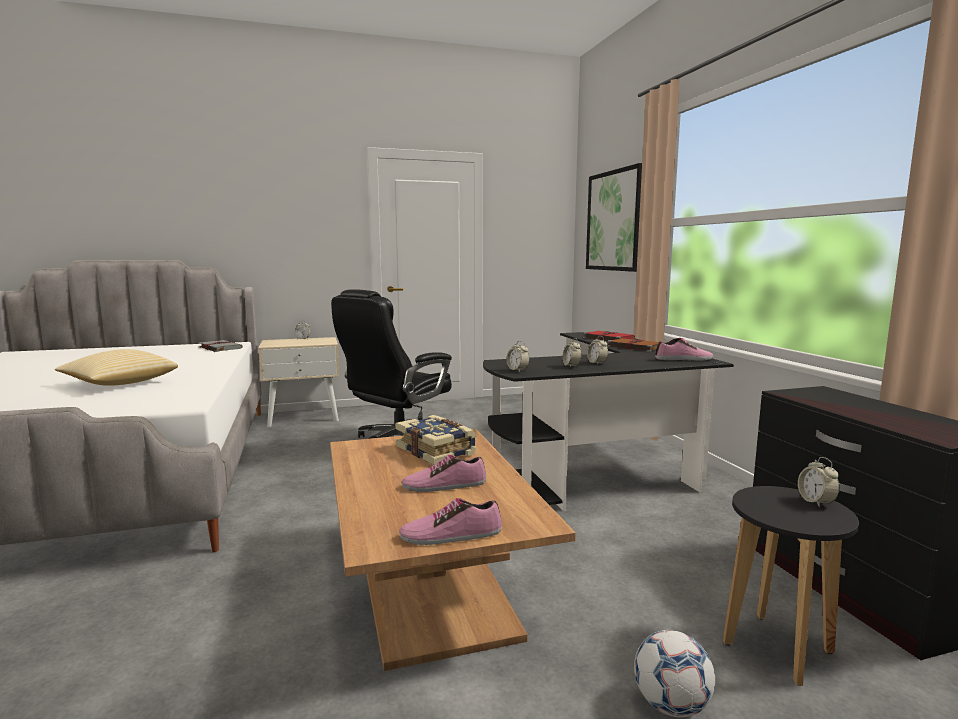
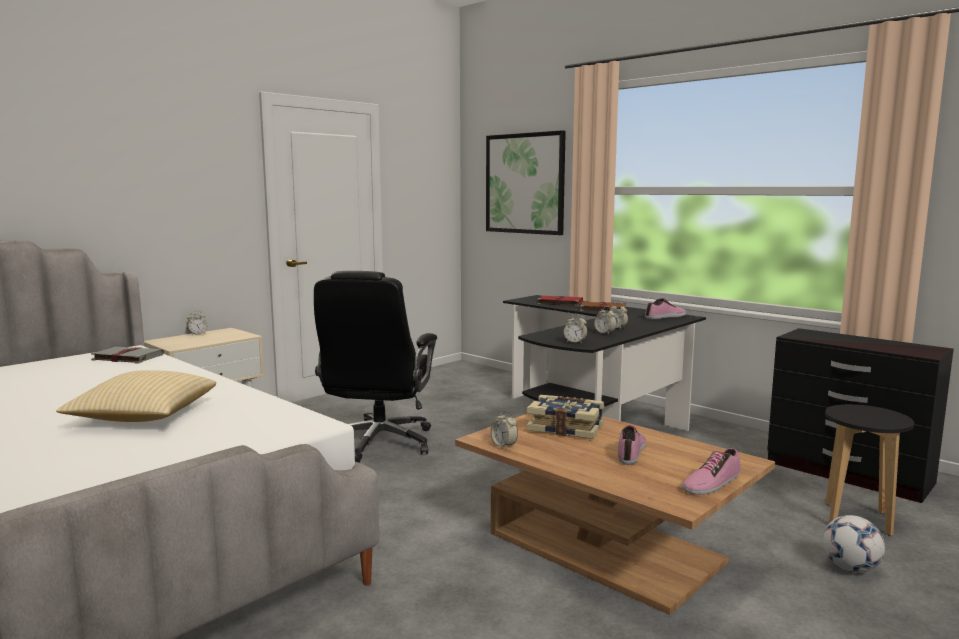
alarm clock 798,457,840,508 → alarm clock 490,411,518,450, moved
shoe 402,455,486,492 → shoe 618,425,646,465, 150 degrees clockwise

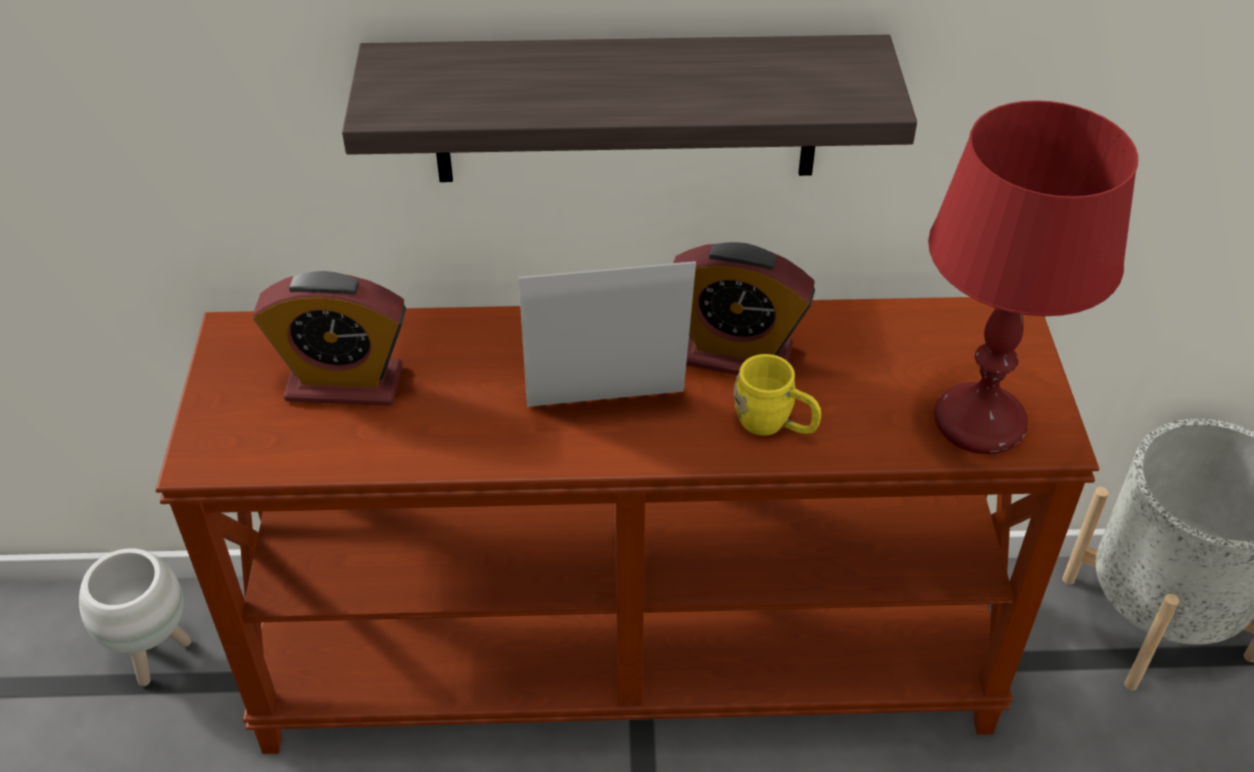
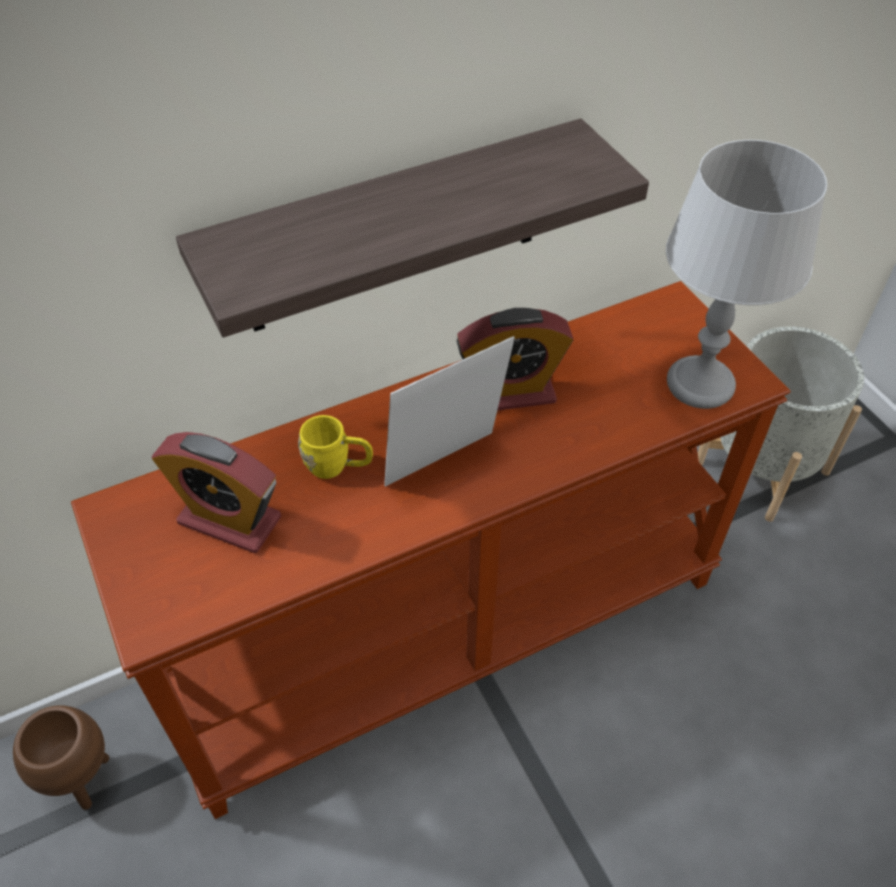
yellow mug 734,354,821,436 → yellow mug 298,415,373,479, moved
white planter 79,548,192,686 → brown planter 13,705,109,810
red table lamp 928,100,1138,454 → grey table lamp 666,140,827,409
alarm clock 252,271,406,406 → alarm clock 152,432,281,553, 45 degrees clockwise

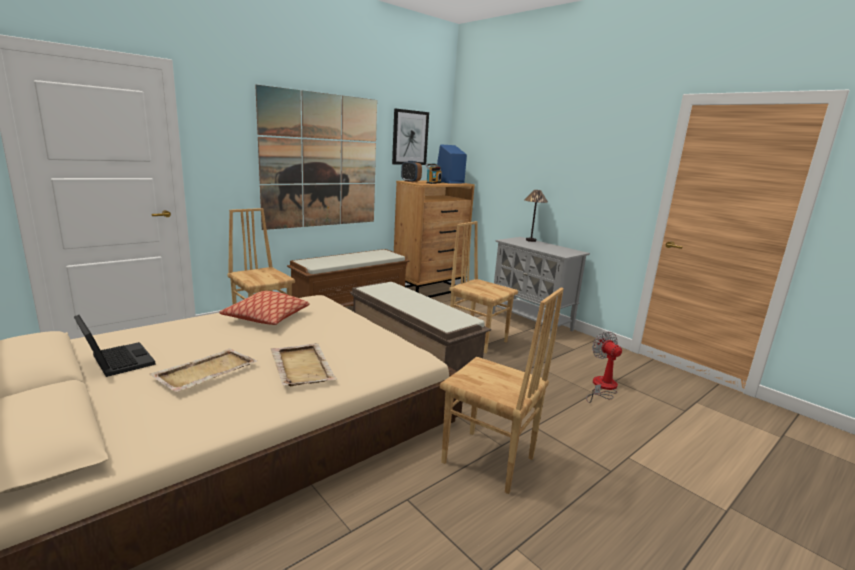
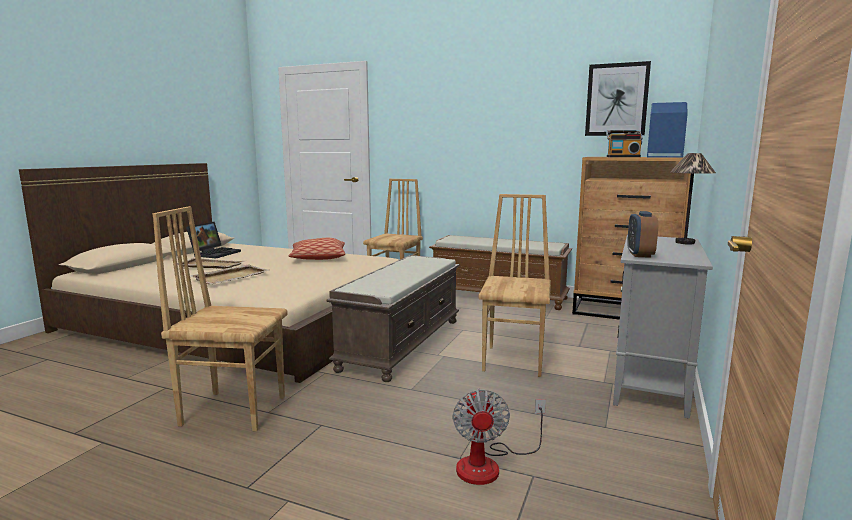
picture 255,85,377,230 → -
alarm clock 401,161,422,182 → alarm clock 627,211,658,258, moved
brown chair 440,288,564,494 → brown chair 153,206,288,432, 90 degrees clockwise
fan 586,331,622,403 → fan 453,388,546,485, 135 degrees clockwise

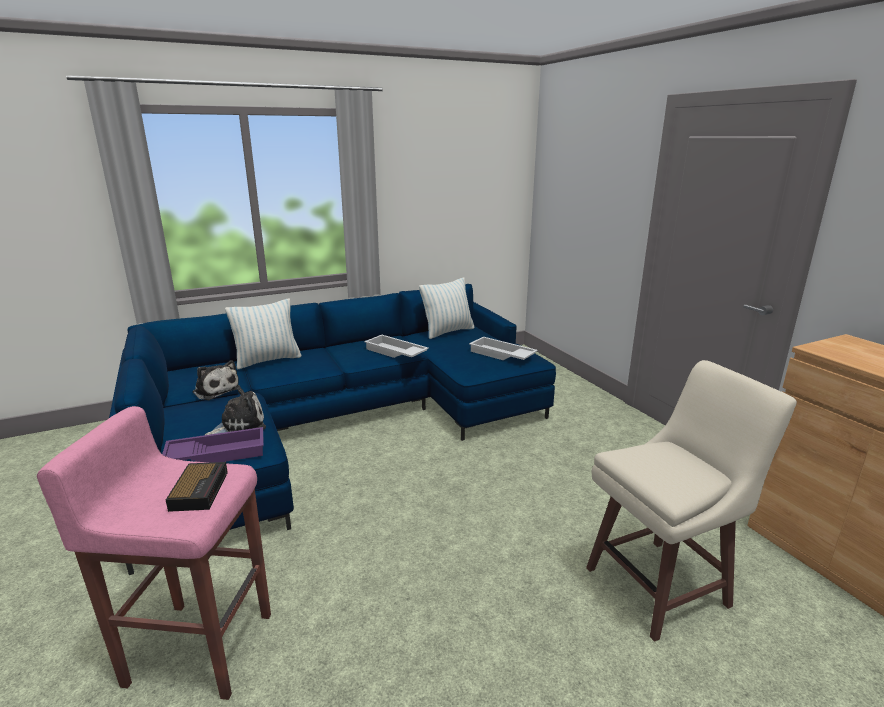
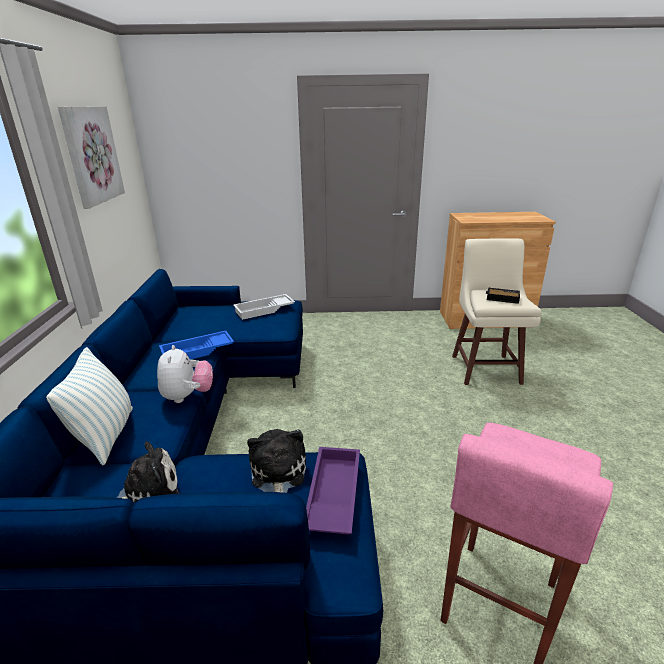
pillow 419,277,475,339 → -
- → picture 58,106,125,209
- → plush toy 157,345,213,403
alarm clock 166,462,228,512 → alarm clock 486,288,520,304, moved
white tray 364,335,429,358 → blue tray 159,331,234,359

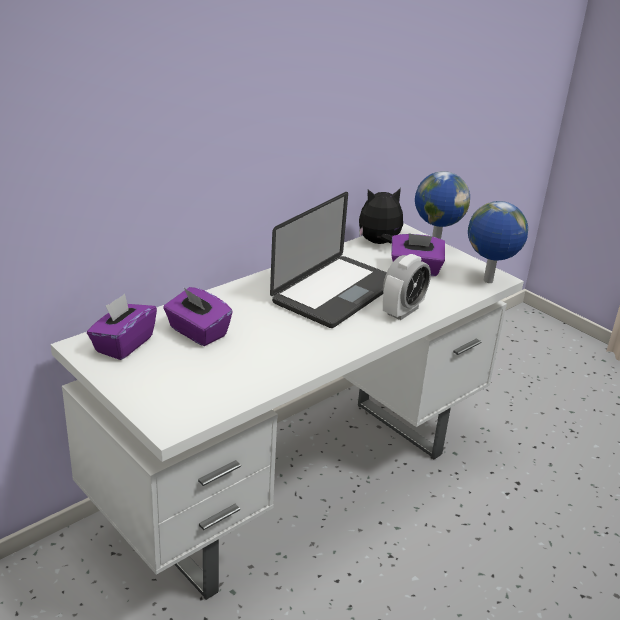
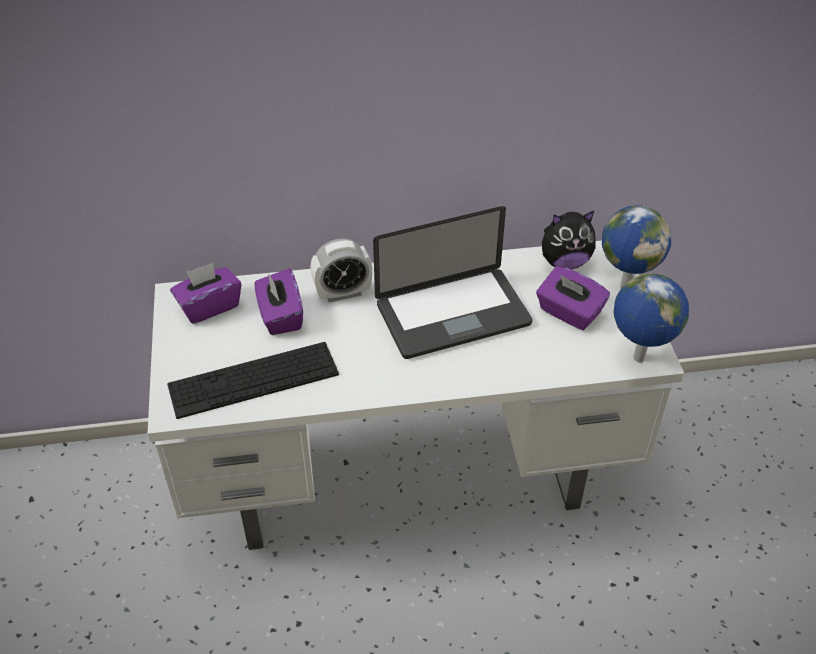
- → keyboard 167,342,339,419
alarm clock 383,254,431,320 → alarm clock 310,238,372,302, moved
plush toy 359,188,403,244 → plush toy 542,211,596,269, 150 degrees clockwise

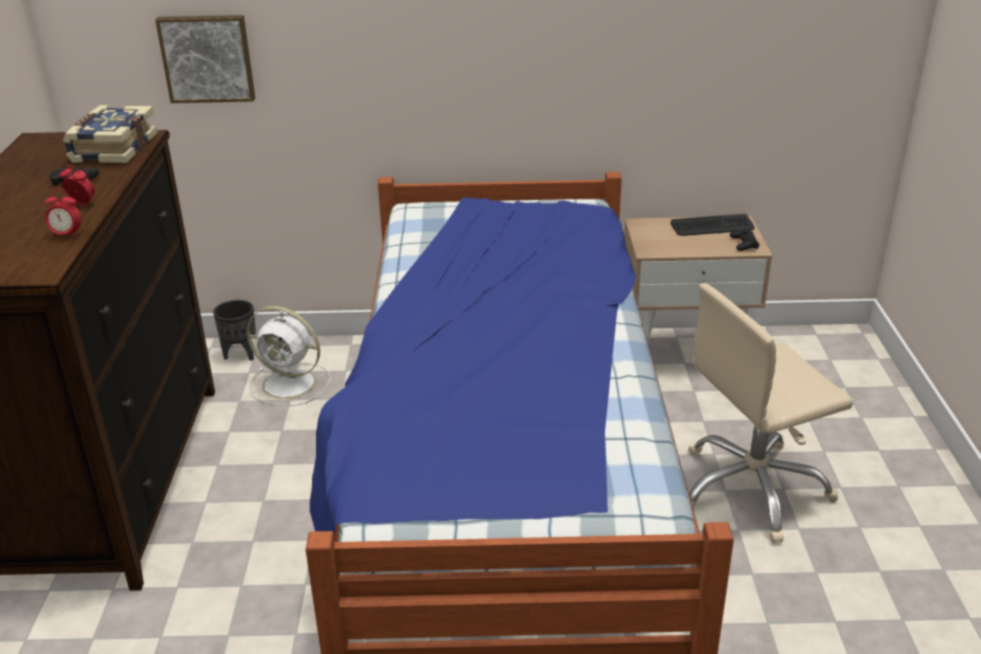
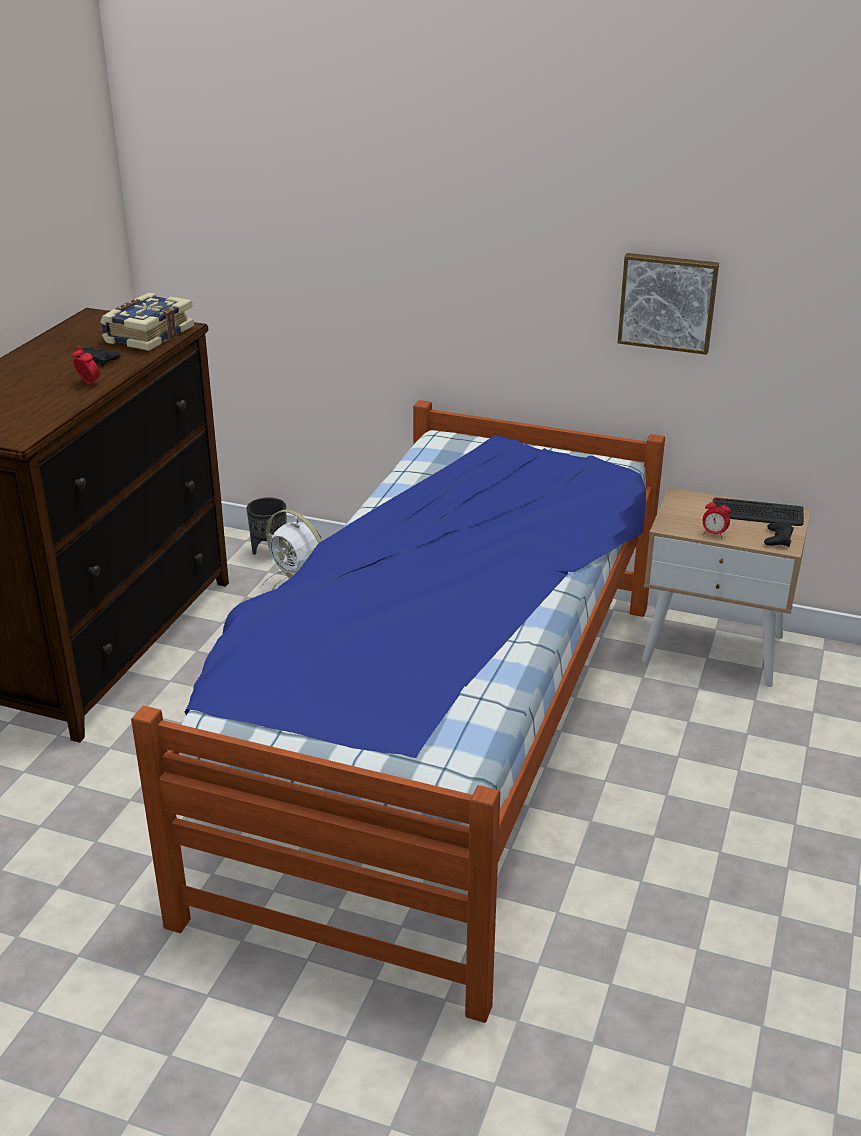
beige office chair 688,283,853,543 → -
alarm clock 44,189,82,239 → alarm clock 703,498,731,539, moved
picture 155,15,255,103 → picture 618,253,719,355, moved

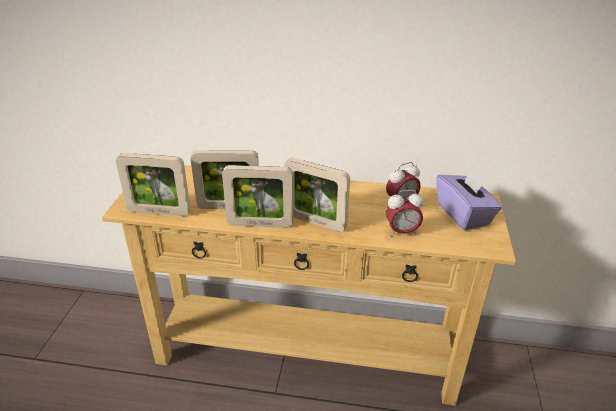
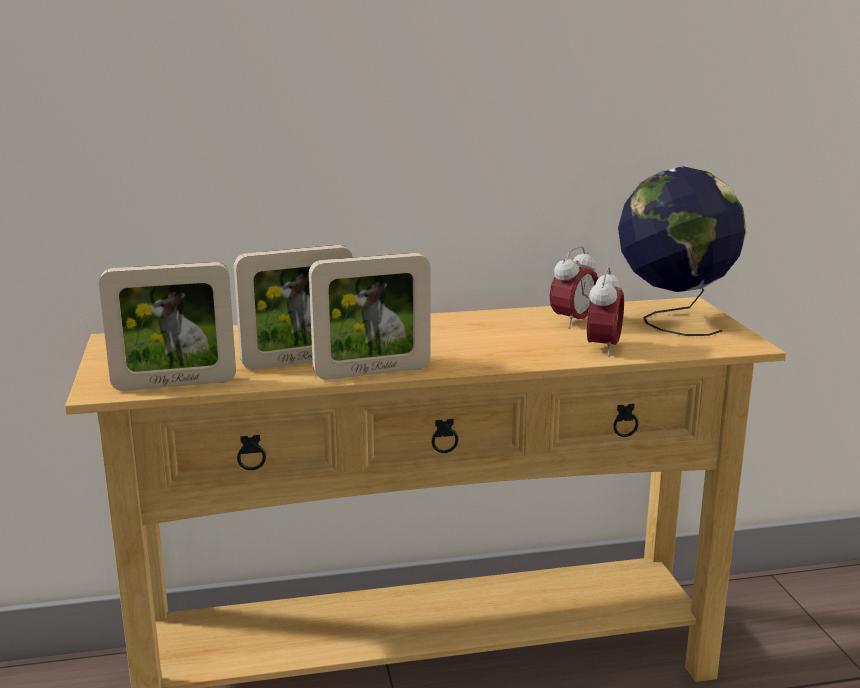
picture frame 285,158,350,232 → -
purple tissue box 436,167,502,230 → globe 618,167,746,336
alarm clock 386,190,424,237 → alarm clock 587,267,624,357, 45 degrees counterclockwise

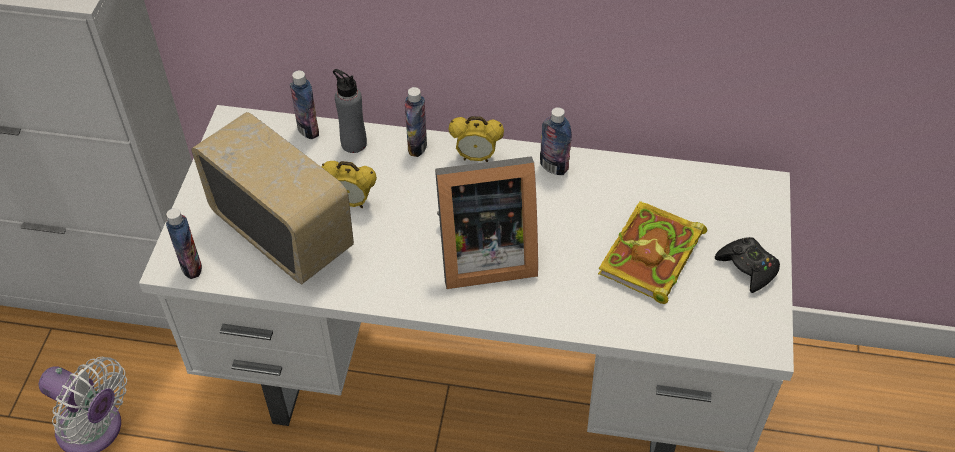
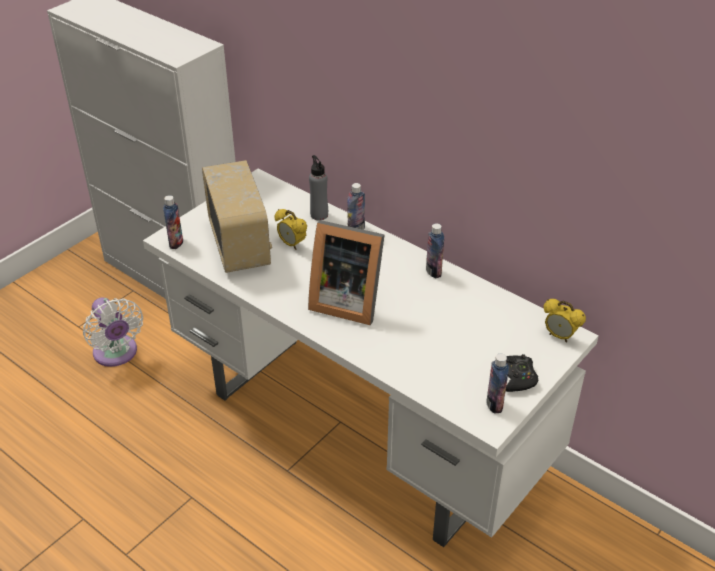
book 598,201,707,304 → -
bottle 290,70,319,139 → bottle 486,354,509,414, moved
alarm clock 449,116,504,162 → alarm clock 544,299,586,342, moved

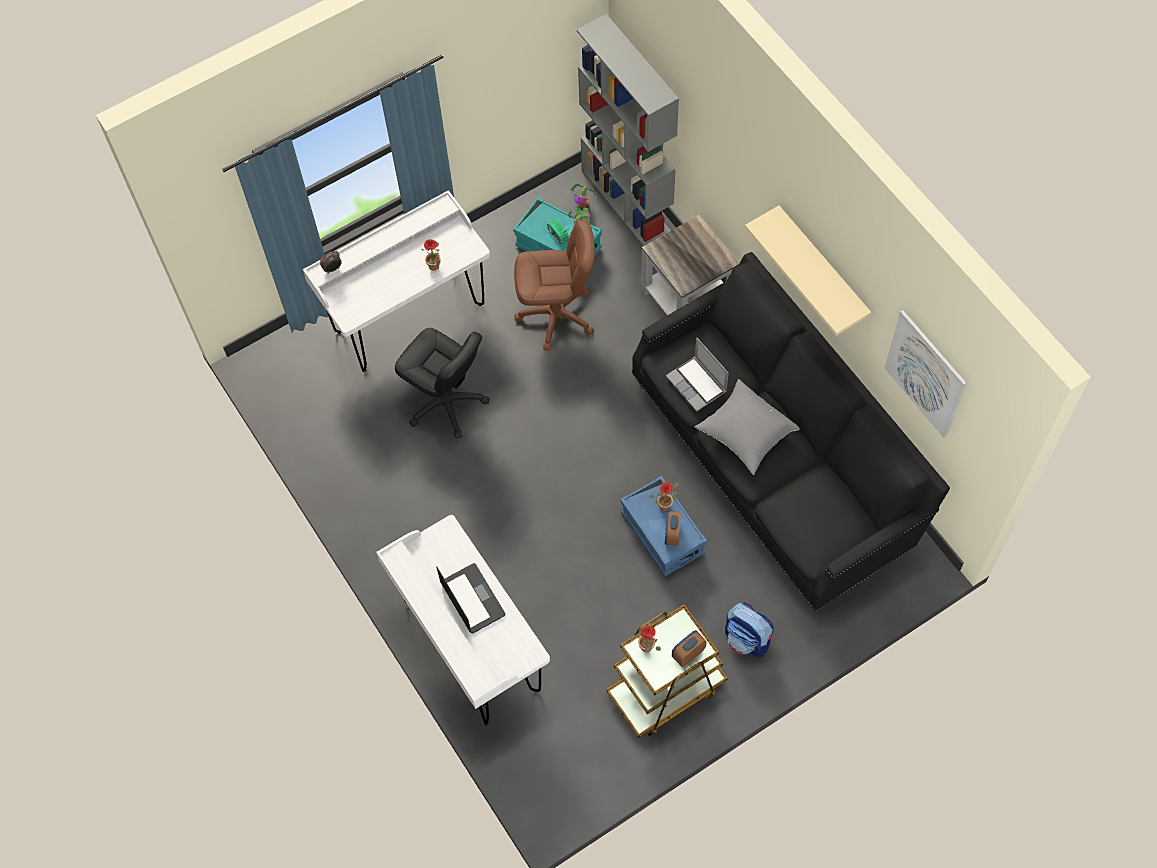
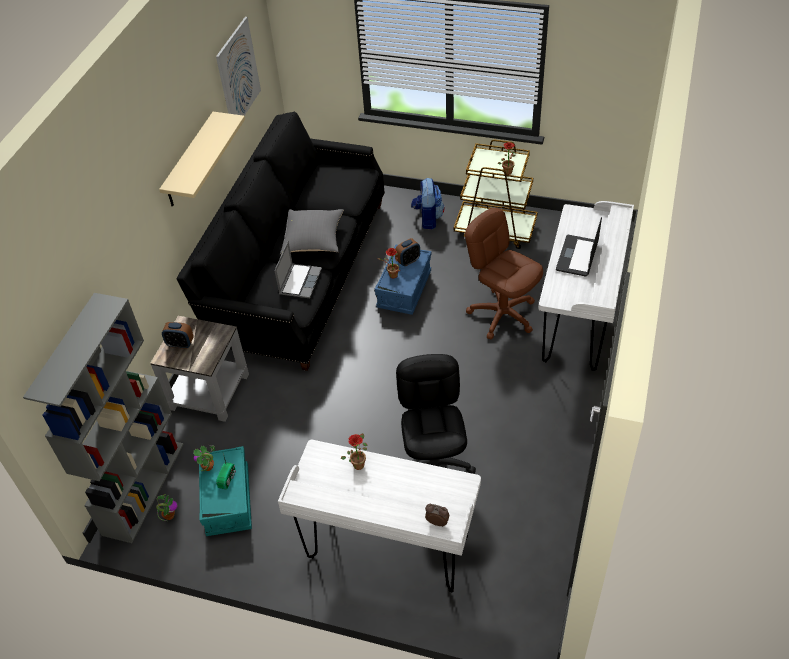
brown office chair 514,220,595,351 → brown office chair 465,208,543,339, moved
alarm clock 672,630,707,667 → alarm clock 162,322,194,349, moved

